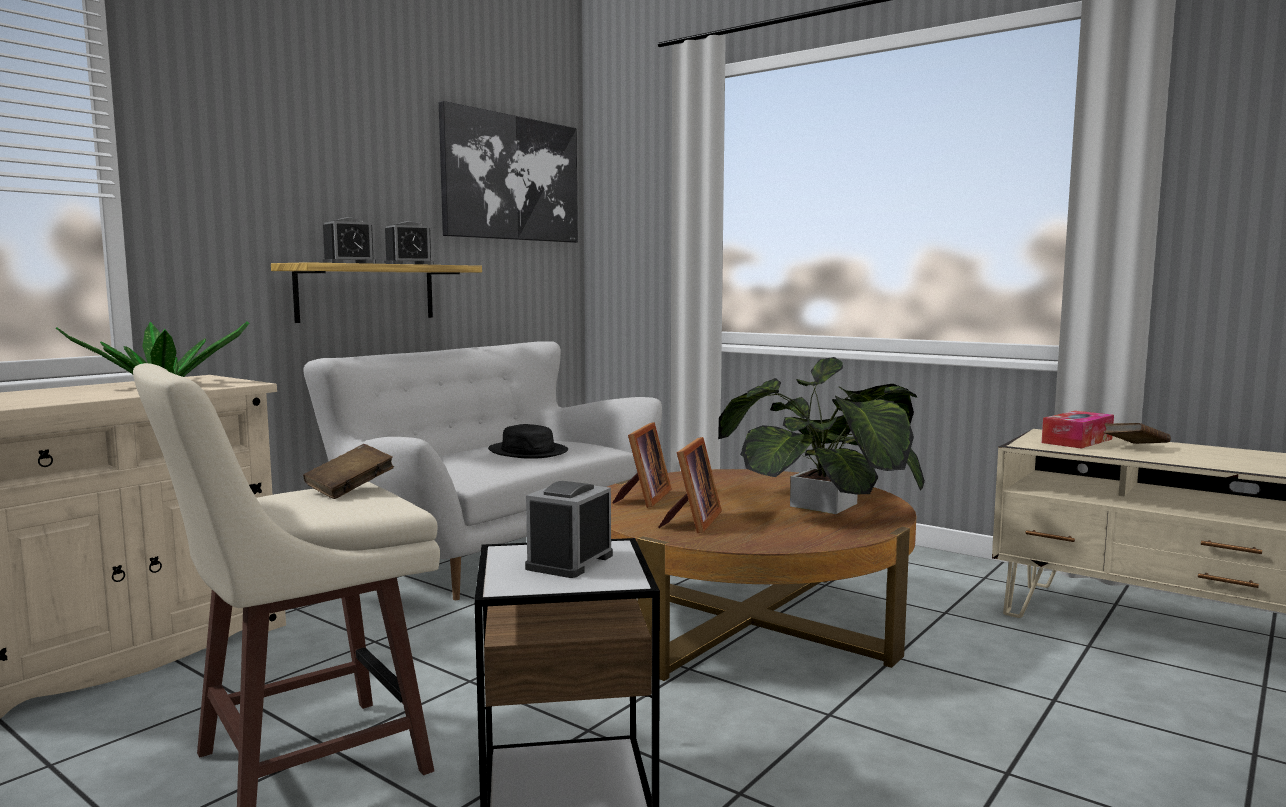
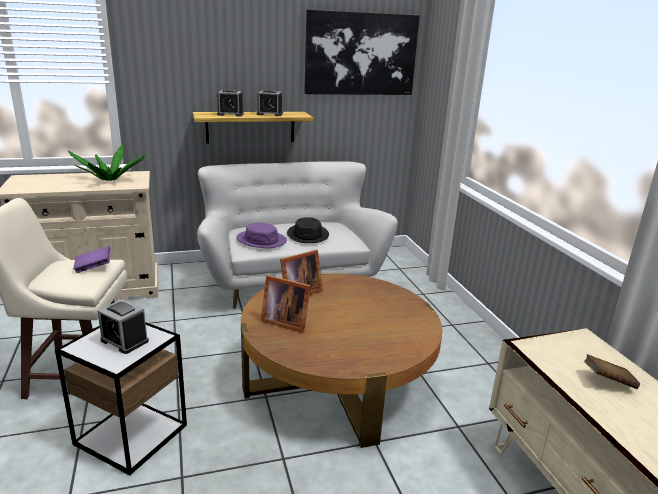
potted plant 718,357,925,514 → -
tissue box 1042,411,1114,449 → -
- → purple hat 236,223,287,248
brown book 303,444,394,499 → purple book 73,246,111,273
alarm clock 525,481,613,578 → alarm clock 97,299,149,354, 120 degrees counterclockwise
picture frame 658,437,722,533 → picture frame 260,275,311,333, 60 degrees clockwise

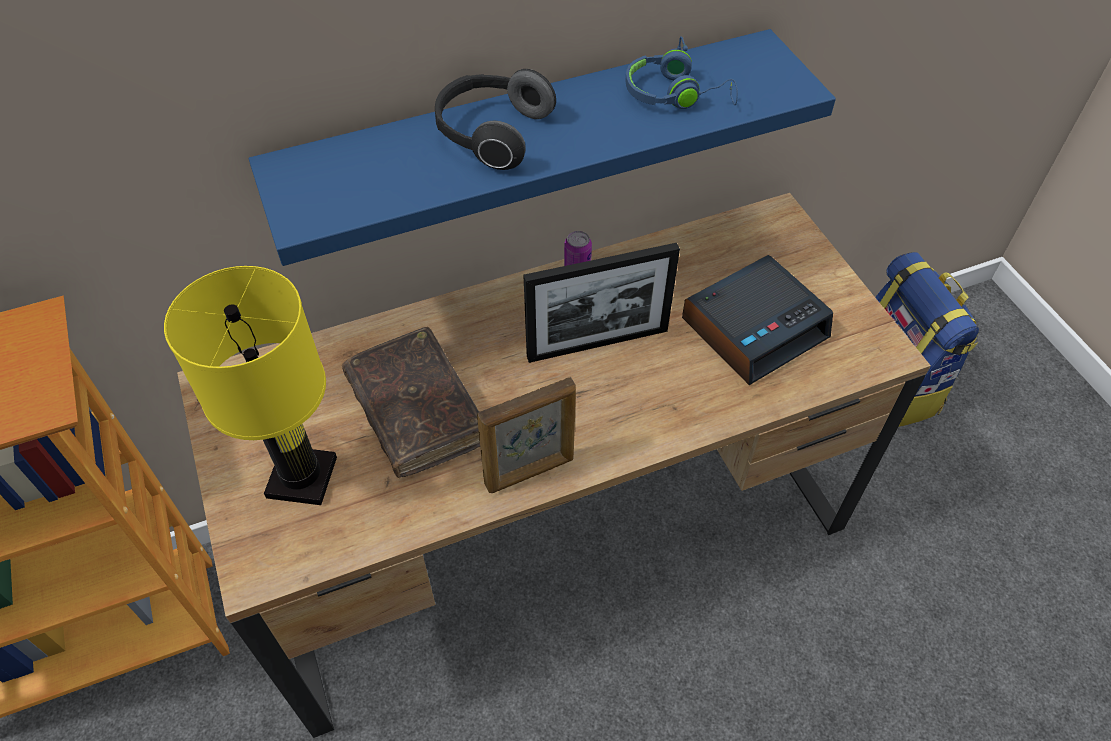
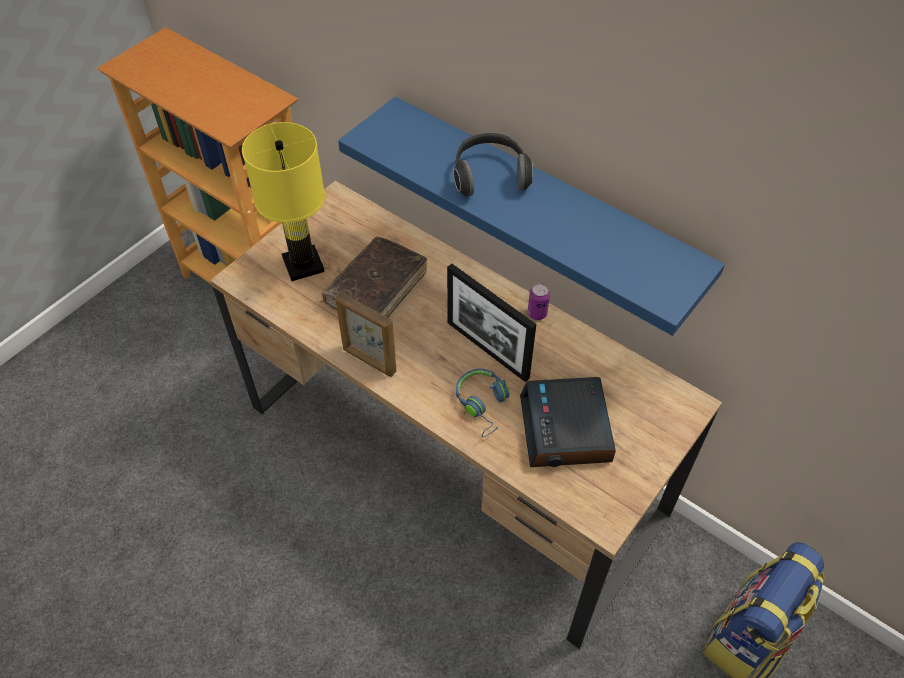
blue headphones 625,36,738,109 → blue headphones 456,369,510,437, moved
alarm clock 682,255,833,385 → alarm clock 520,377,616,467, 60 degrees clockwise

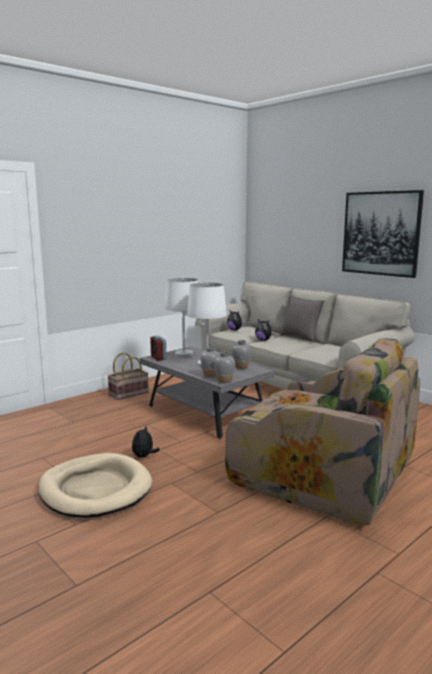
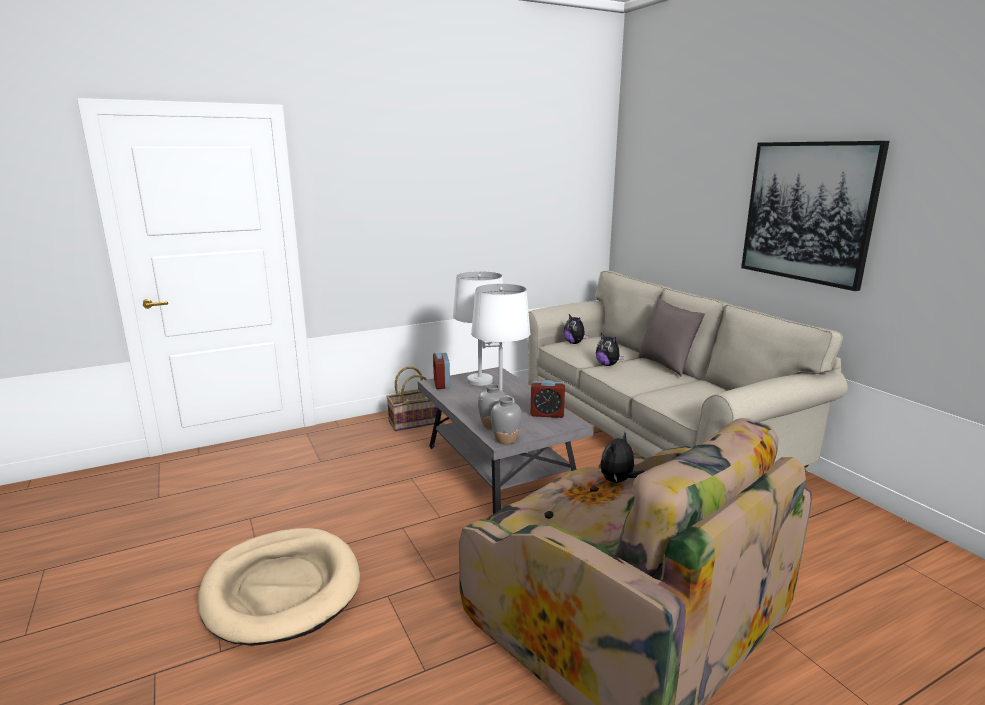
plush toy 132,426,159,458 → plush toy 601,433,644,483, moved
grey vase 232,340,251,369 → alarm clock 531,380,565,418

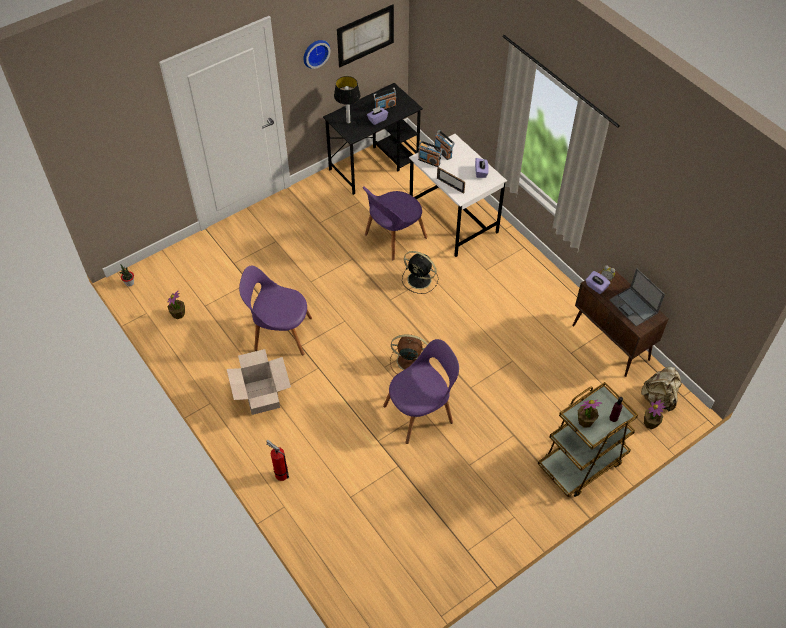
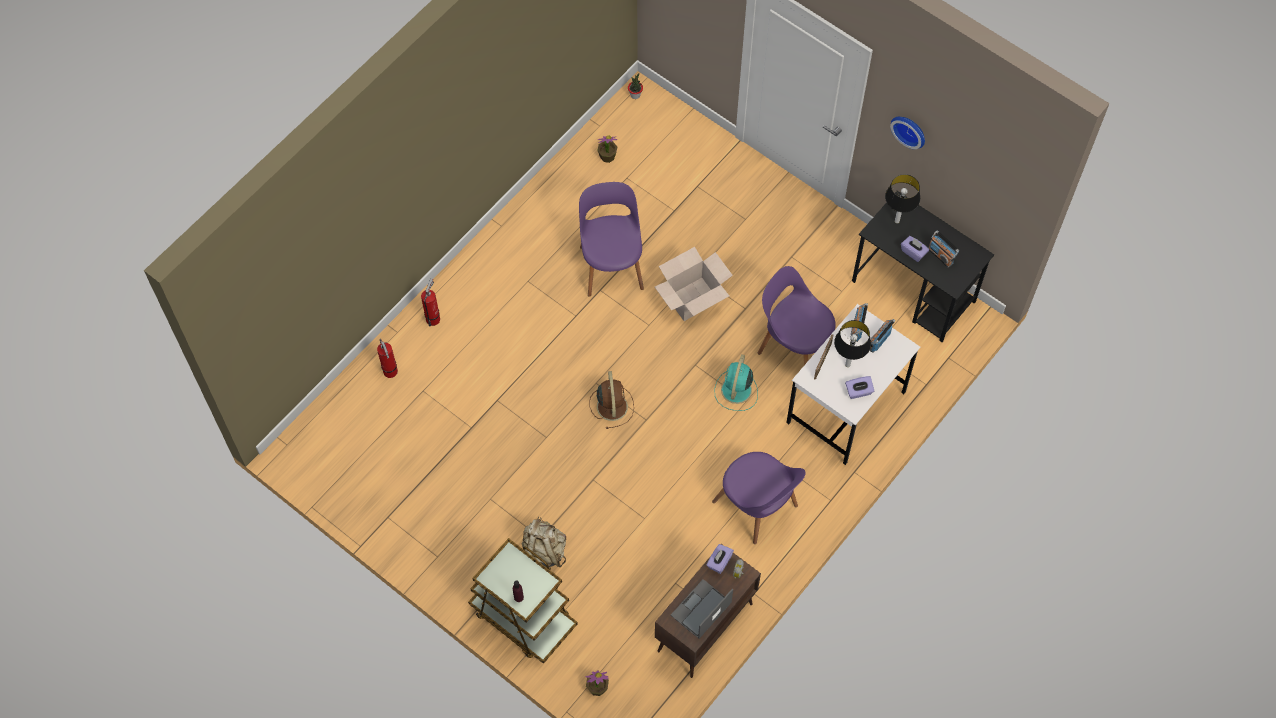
picture 337,5,394,68 → -
potted plant 578,400,602,428 → -
- → fire extinguisher 377,339,398,378
- → table lamp 834,320,871,367
cardboard box 227,349,291,415 → cardboard box 655,247,733,321, moved
purple chair 383,339,459,444 → purple chair 712,452,806,544, moved
beige backpack 641,367,681,412 → beige backpack 522,517,566,568, moved
black fan 402,251,438,294 → turquoise fan 714,354,758,411

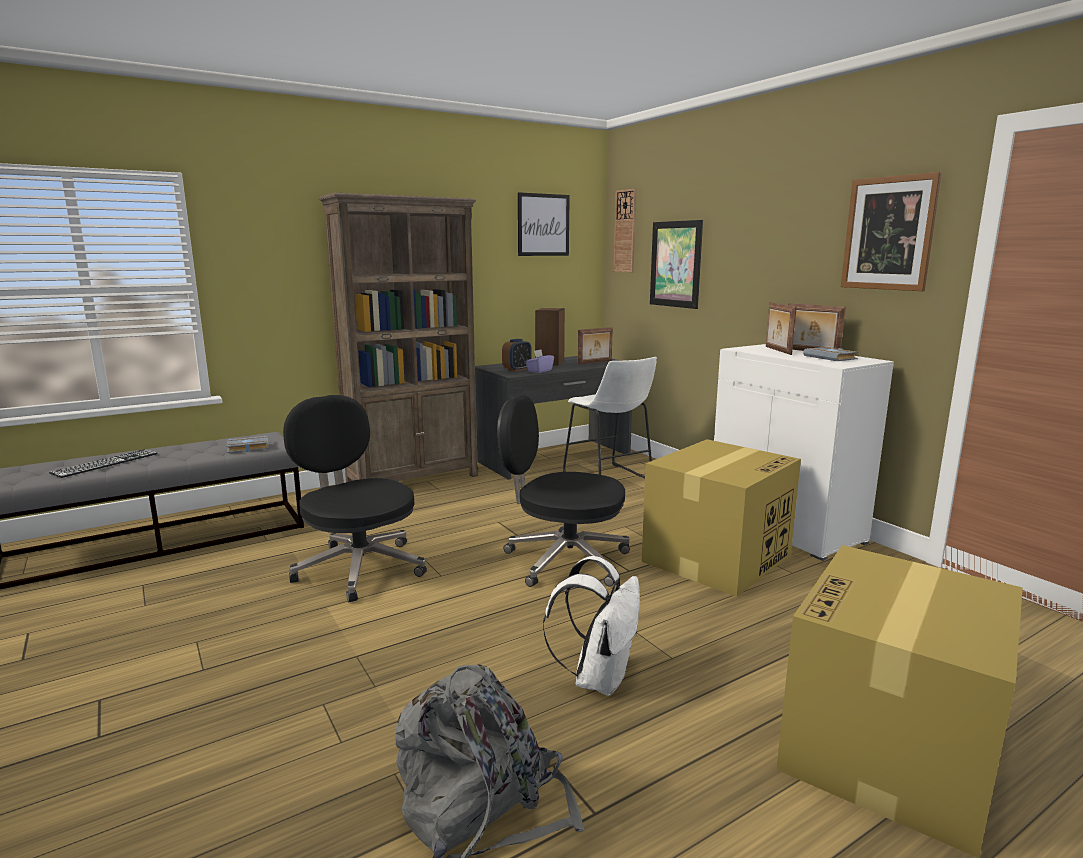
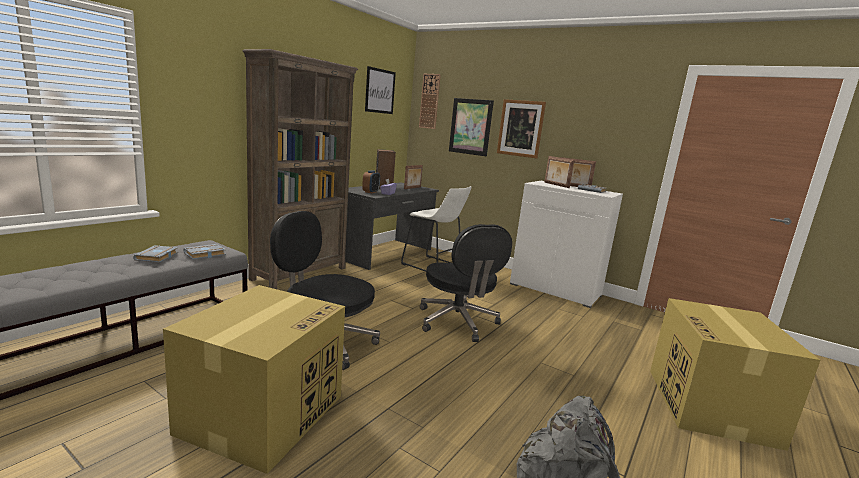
keyboard 49,449,158,478 → -
white backpack 543,556,640,696 → -
- → grey book 133,245,178,263
cardboard box 642,439,801,597 → cardboard box 163,285,345,474, moved
picture 841,172,942,291 → picture 497,99,546,158, moved
black office chair 497,395,630,587 → black office chair 420,224,512,342, 105 degrees counterclockwise

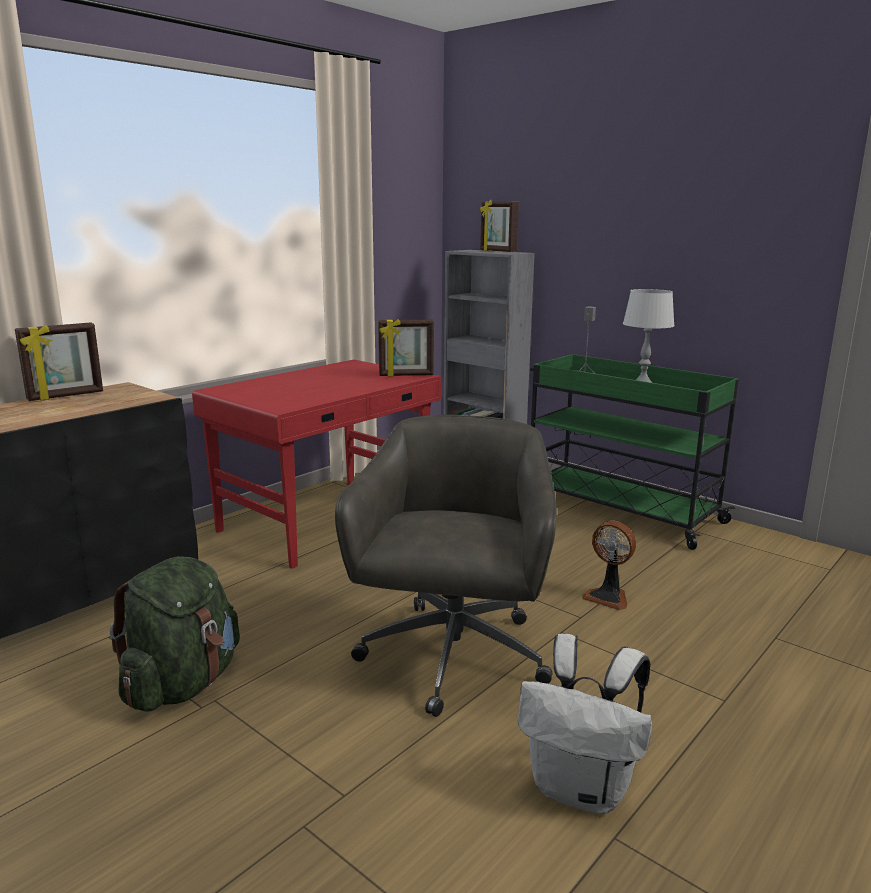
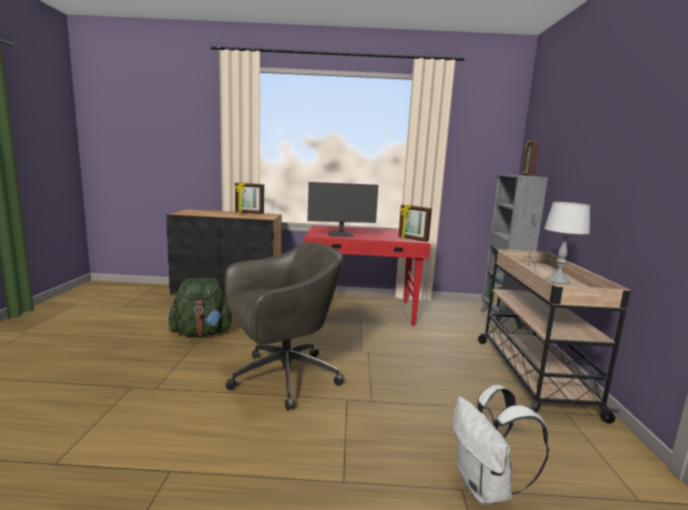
fan 582,521,636,610 → -
- → monitor 308,182,378,237
white backpack 518,634,652,814 → white backpack 452,385,549,504, moved
green cart 530,354,739,550 → beige cart 478,249,631,424

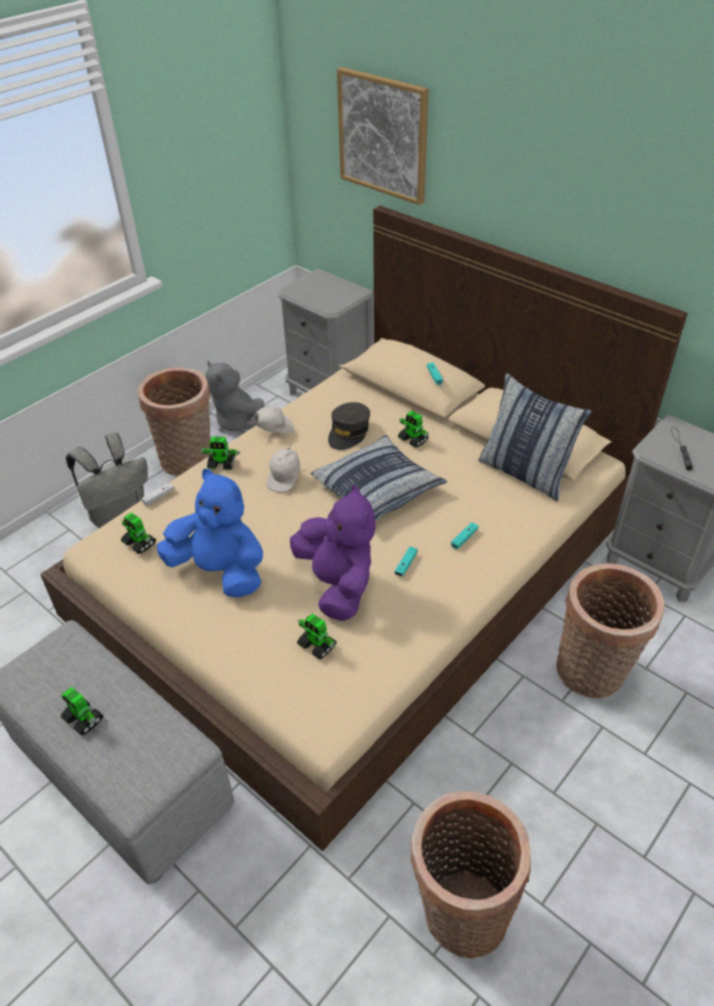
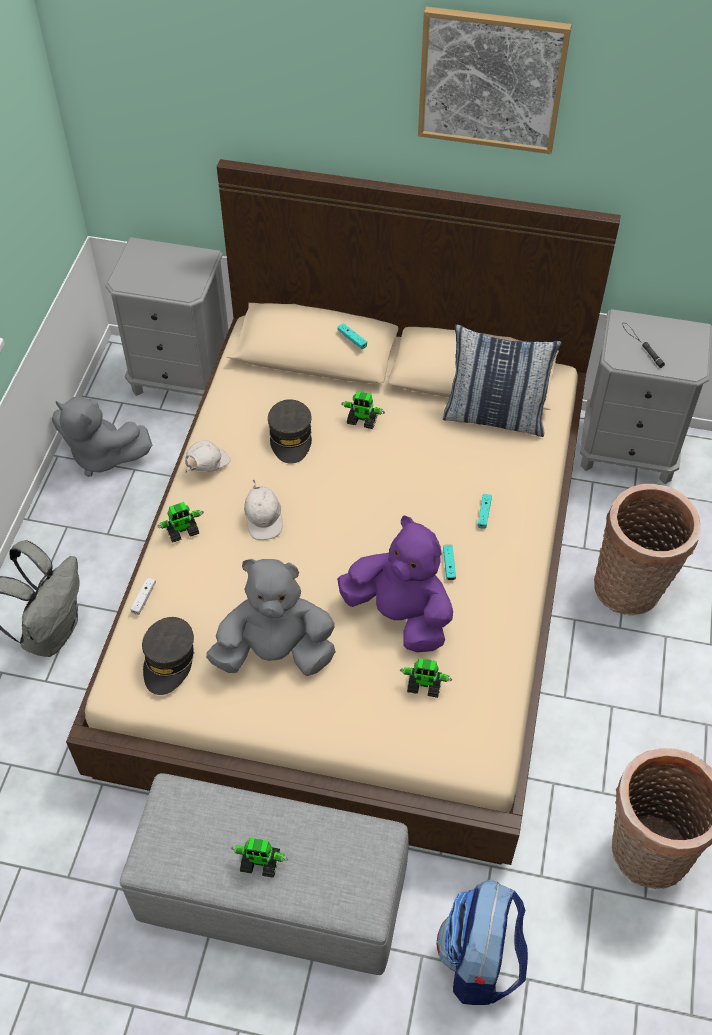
basket 138,367,211,476 → -
pillow 311,435,448,523 → -
- → backpack 436,880,528,1005
picture 337,67,429,205 → picture 418,7,572,154, moved
toy robot 121,512,156,554 → grey cap 142,617,195,695
blue plush toy 157,469,263,598 → grey plush toy 206,559,336,676

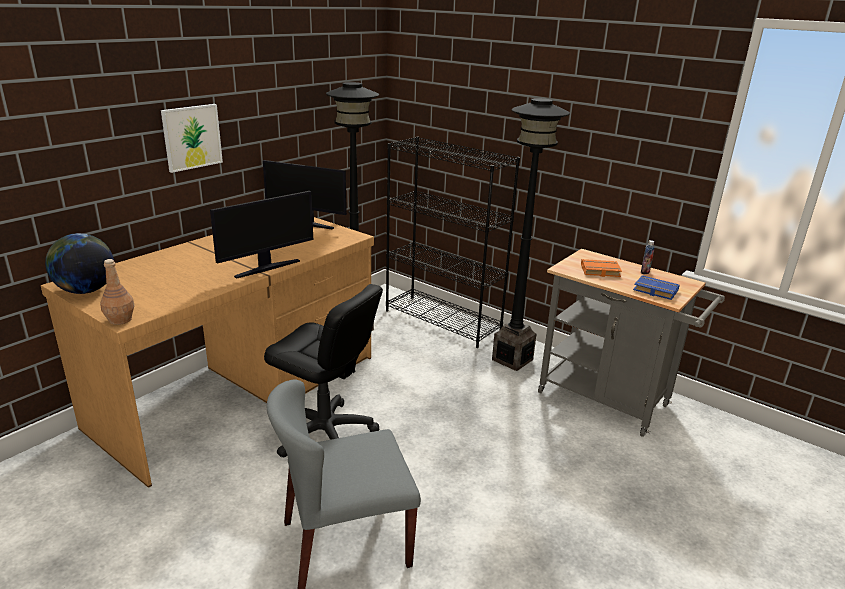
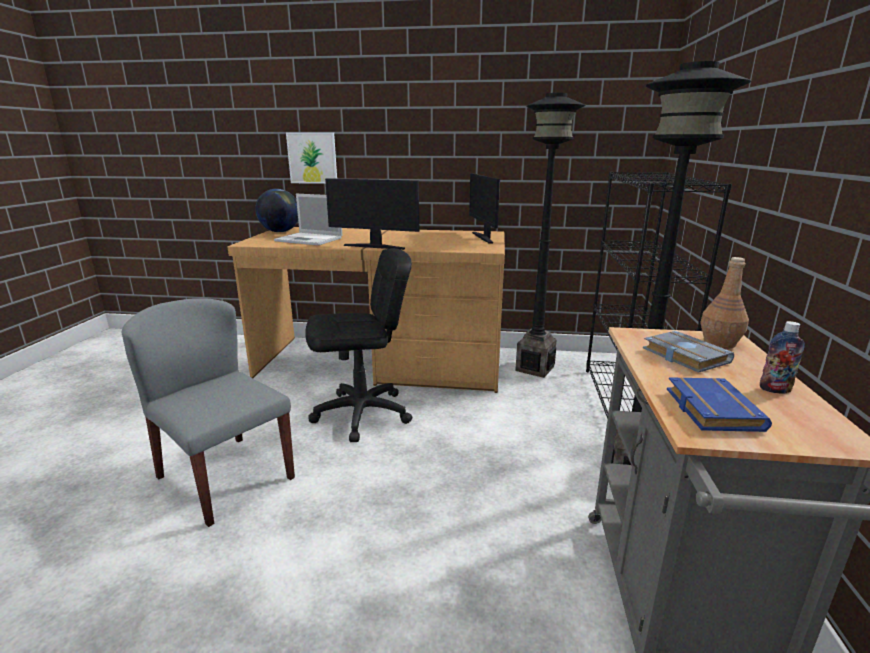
- → laptop 274,193,343,245
brown bottle 100,259,135,325 → brown bottle 700,257,749,349, moved
picture 161,104,223,173 → picture 286,132,337,184, moved
orange book 581,259,622,277 → grey book 643,331,734,373
black office chair 264,284,383,457 → black office chair 305,248,412,442, 105 degrees counterclockwise

